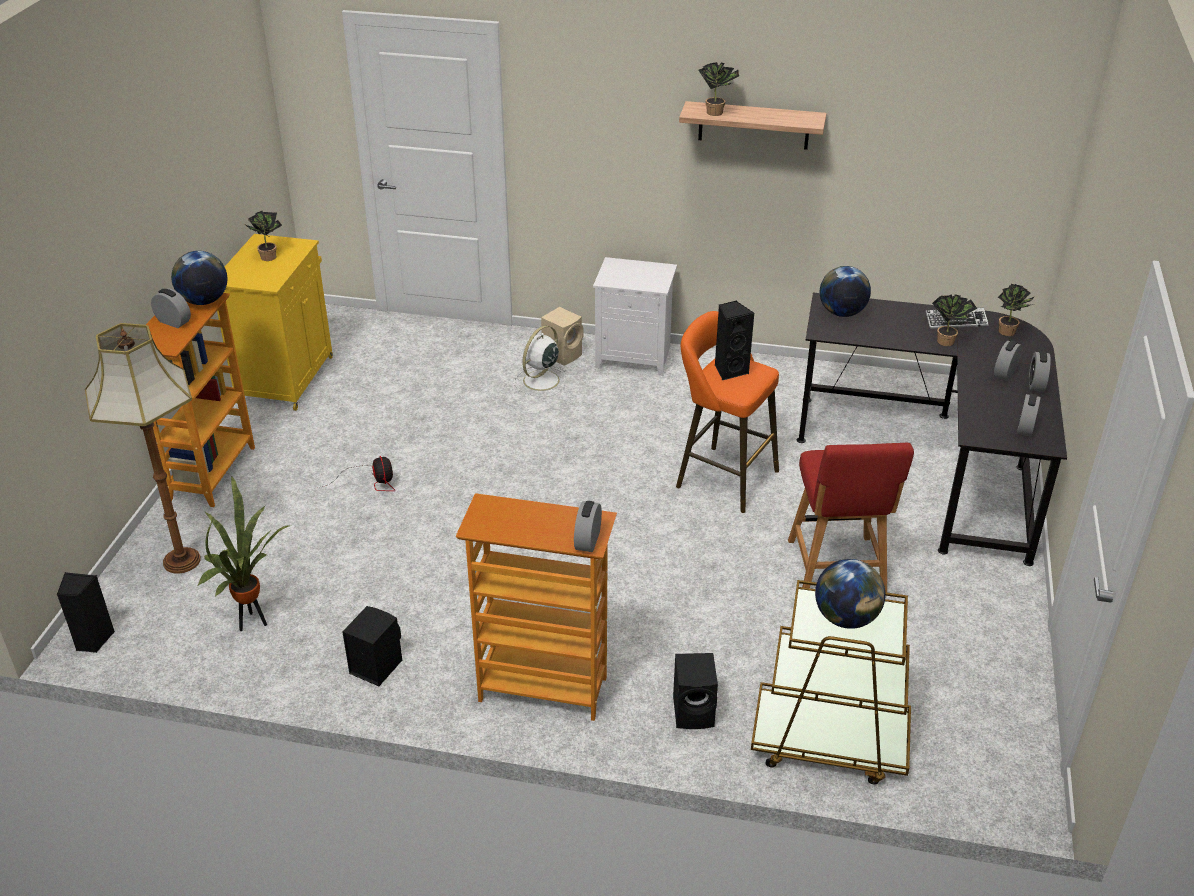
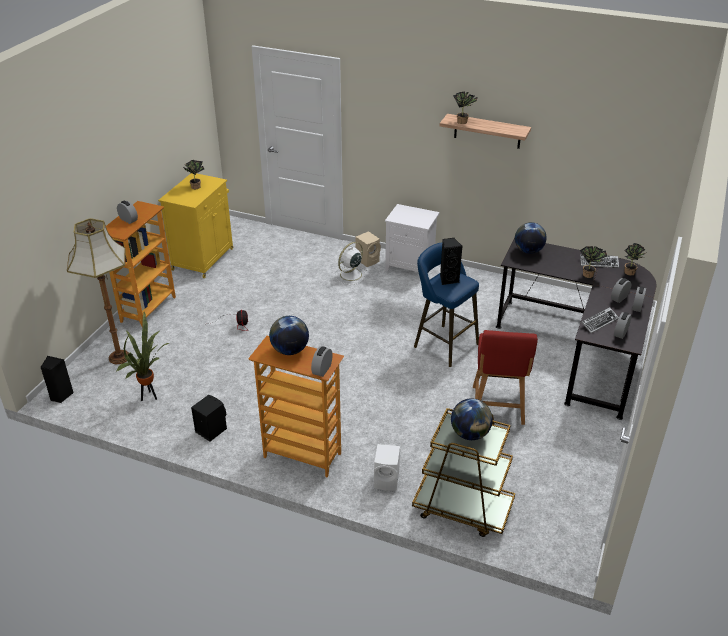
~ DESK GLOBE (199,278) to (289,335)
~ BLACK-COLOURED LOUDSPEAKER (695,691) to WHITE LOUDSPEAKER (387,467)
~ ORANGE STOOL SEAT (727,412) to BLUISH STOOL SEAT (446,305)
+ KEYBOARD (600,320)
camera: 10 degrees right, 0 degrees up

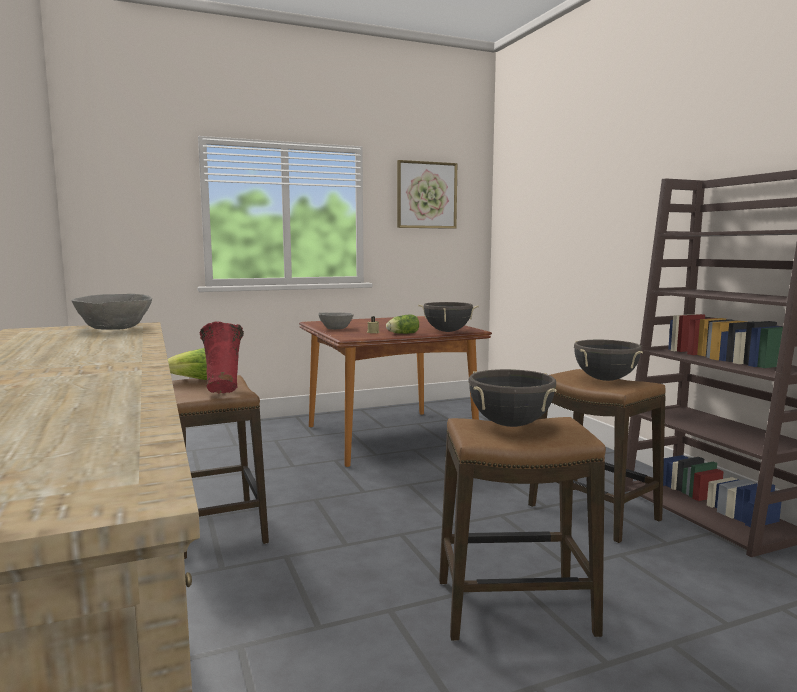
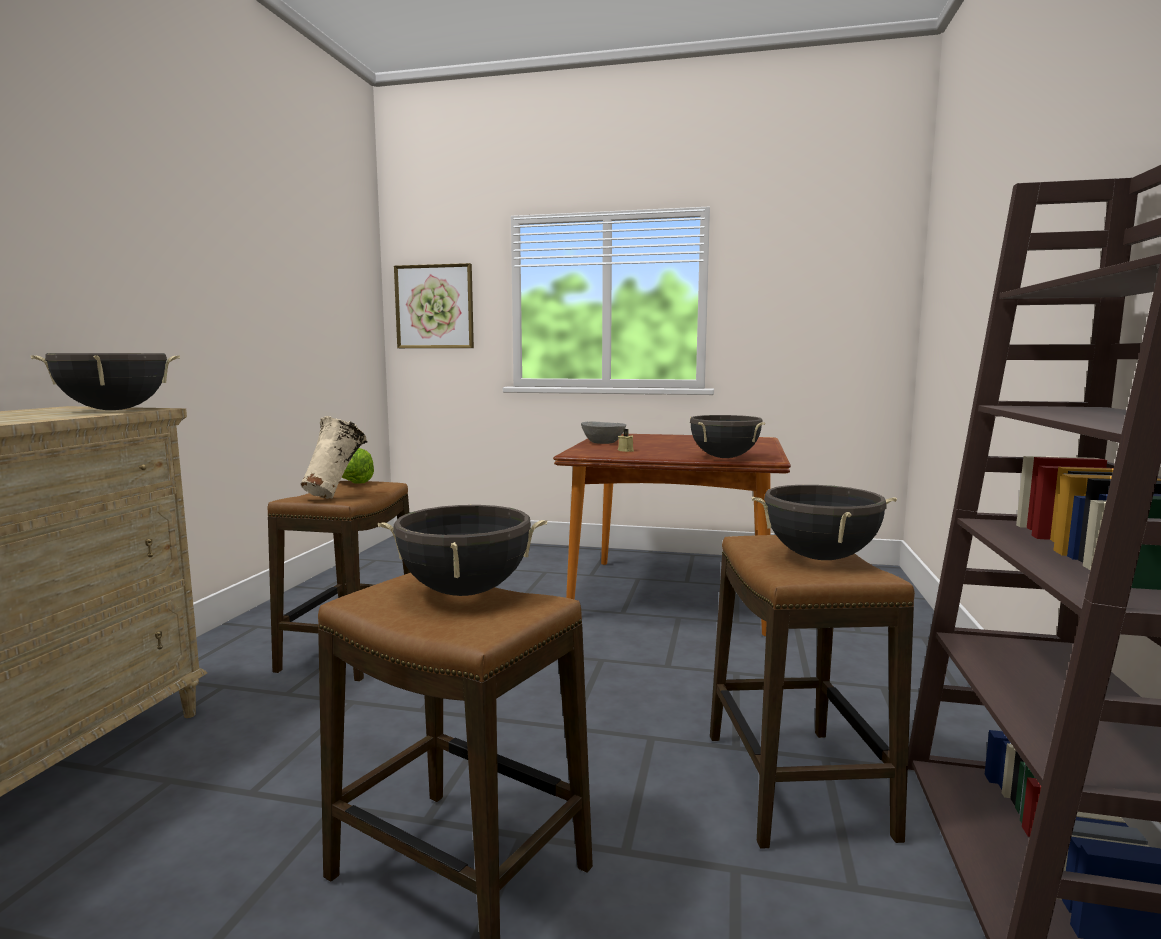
~ GREYISH SERVING BOWL (111,312) to BLACK-COLOURED COOKING POT (105,381)
~ REDDISH VASE (222,357) to SAND-COLOURED VASE (334,457)
~ PICTURE (427,194) to (434,305)
- HEAD OF LETTUCE (402,324)
camera: 35 degrees right, 0 degrees up

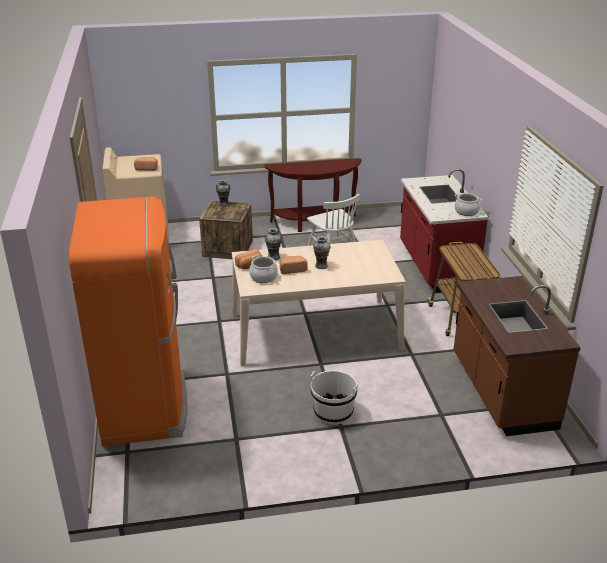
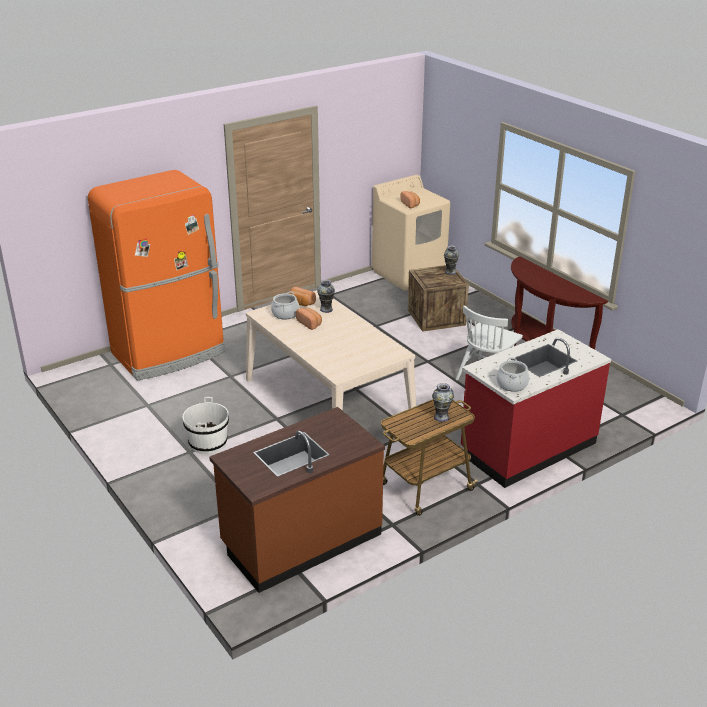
~ VASE (322,252) to (443,402)
camera: 65 degrees right, 0 degrees up

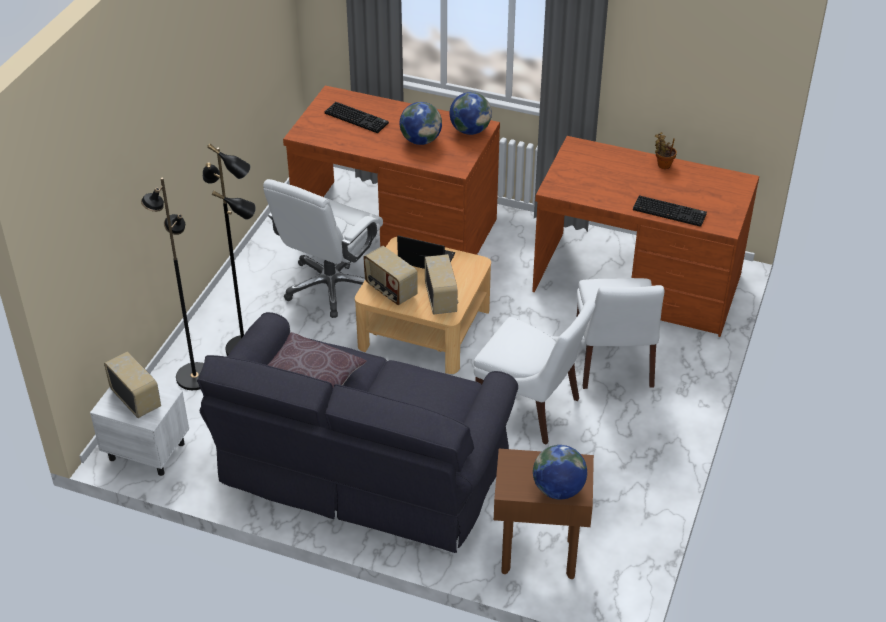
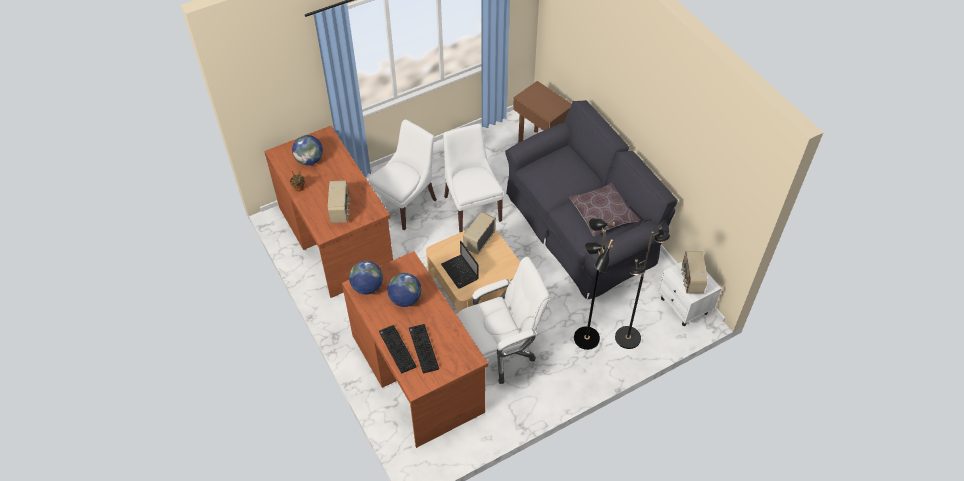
~ DESK GLOBE (560,472) to (307,150)
~ RADIO (390,275) to (339,201)
~ KEYBOARD (670,211) to (398,349)
camera: 140 degrees left, 10 degrees up

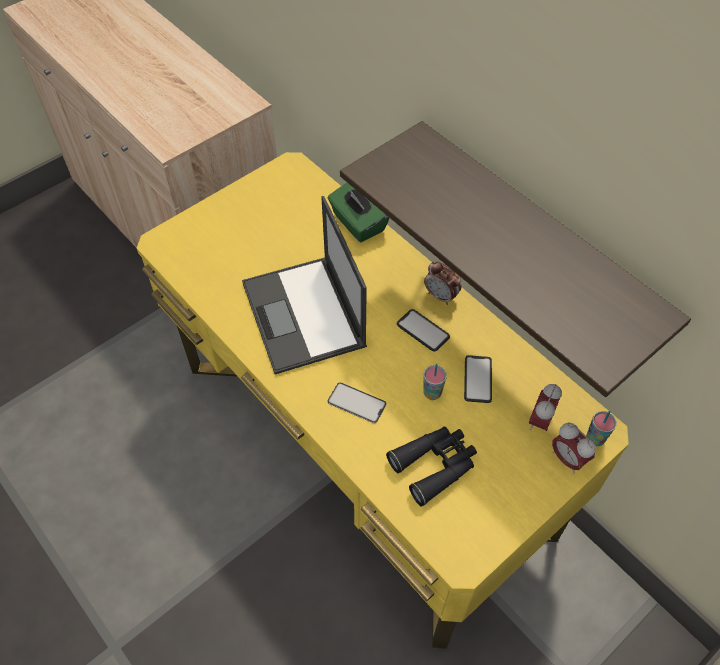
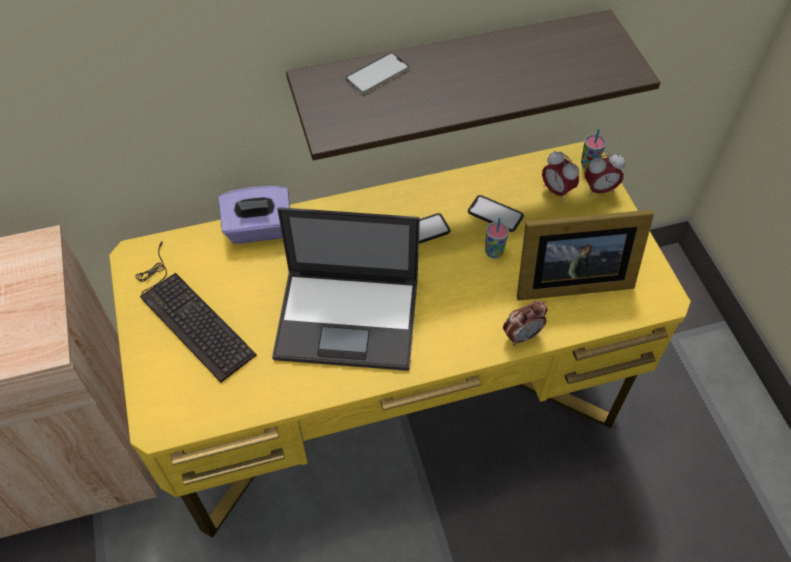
+ KEYBOARD (196,312)
~ GREEN TISSUE BOX (358,212) to PURPLISH TISSUE BOX (254,215)
~ TELEPHONE (357,402) to (377,73)
~ BEDSIDE CLOCK (442,283) to (525,323)
~ BLACK-COLOURED FIELD GLASSES (431,466) to PHOTO FRAME (585,255)
camera: 65 degrees left, 0 degrees up

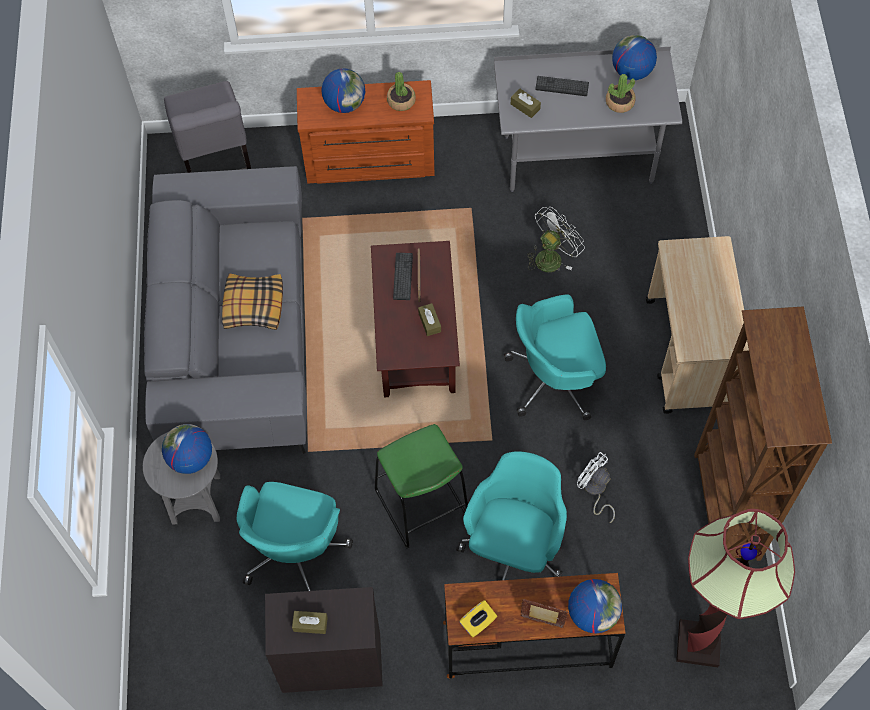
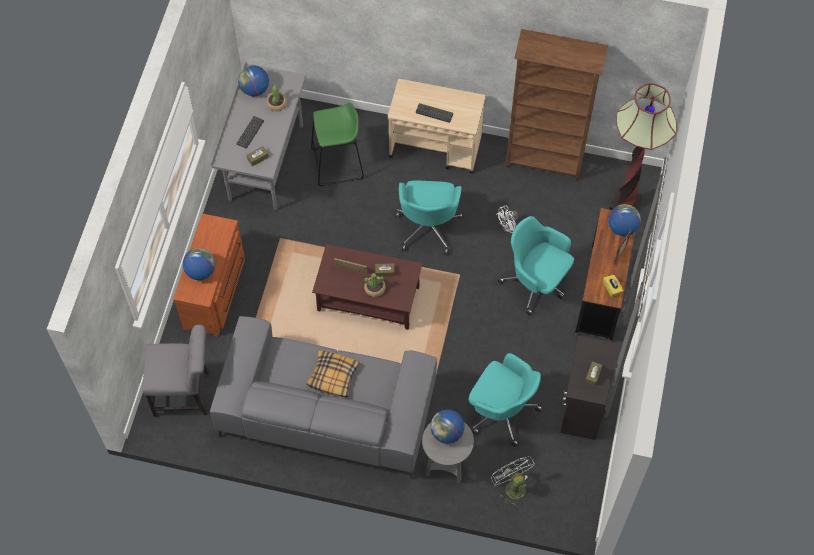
~ GREEN STOOL SEAT (421,486) to (337,144)
~ PLANT IN A POT (401,91) to (375,285)
~ KEYBOARD (403,276) to (434,113)
~ WHITE ELECTRIC FAN (556,239) to (513,481)
camera: 75 degrees left, 0 degrees up

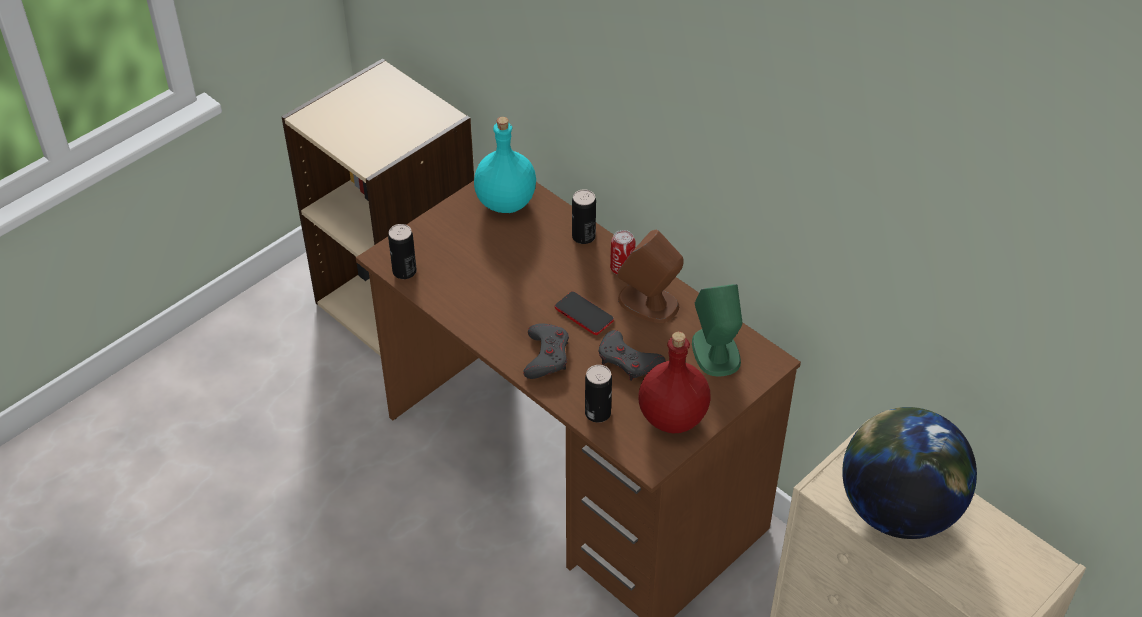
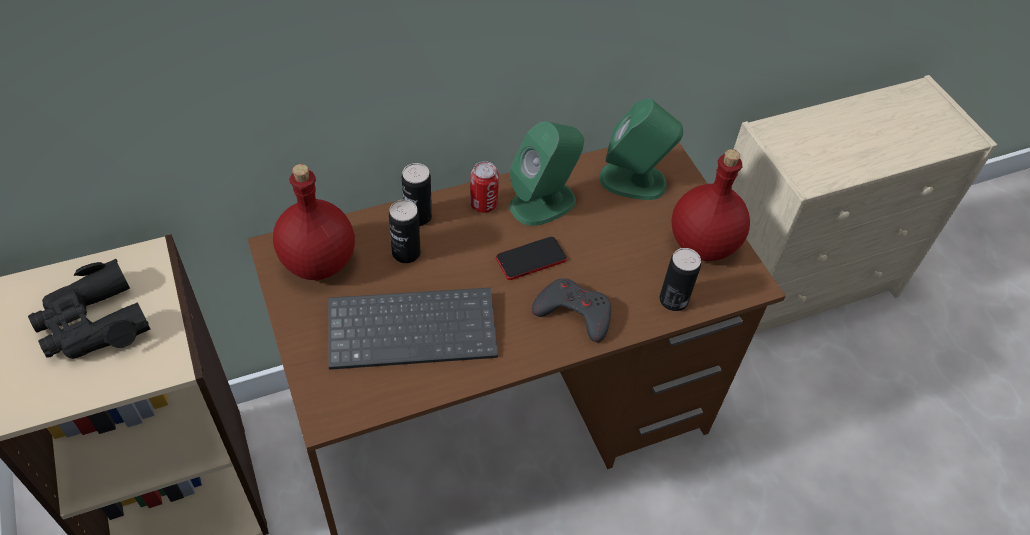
+ BLACK-COLOURED FIELD GLASSES (89,309)
~ TURQUOISE BOTTLE (505,165) to REDDISH BOTTLE (314,222)
+ KEYBOARD (413,329)
~ CAN (402,251) to (405,231)
~ BROWN-COLOURED LOUDSPEAKER (651,276) to GREEN LOUDSPEAKER (547,173)
- GREYISH JOYPAD (632,355)
- DESK GLOBE (909,473)
camera: 70 degrees left, 5 degrees up

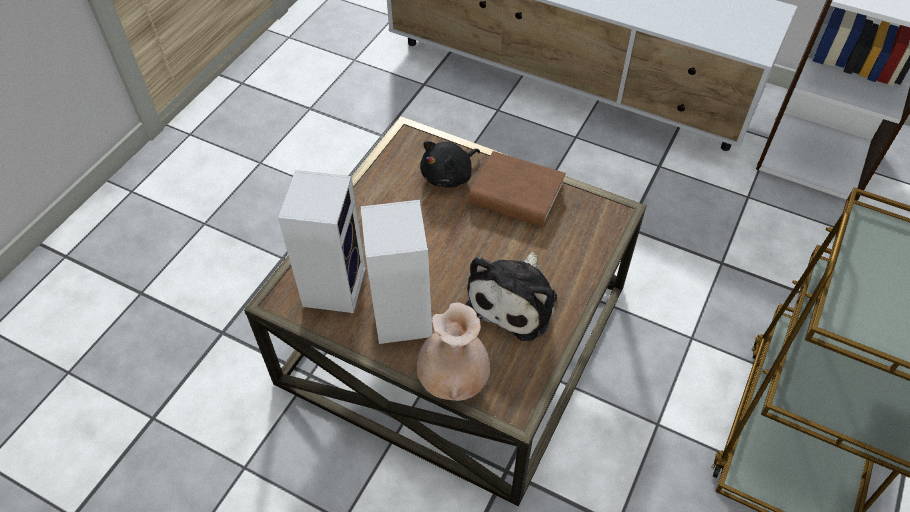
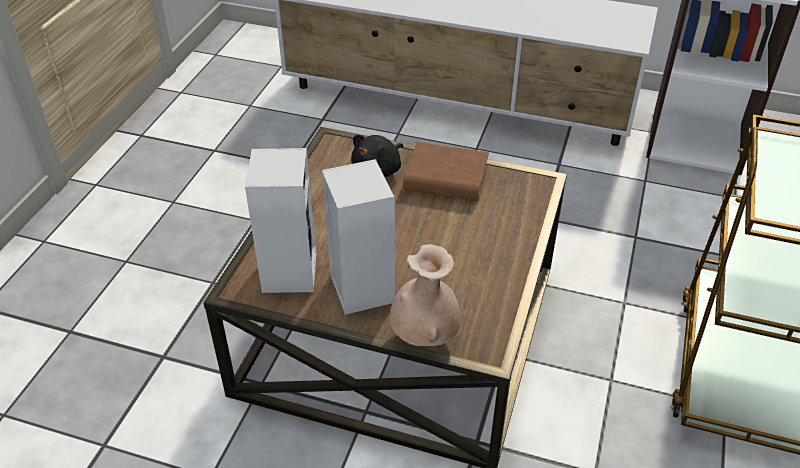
- CUDDLY TOY (511,296)
camera: 10 degrees left, 10 degrees down

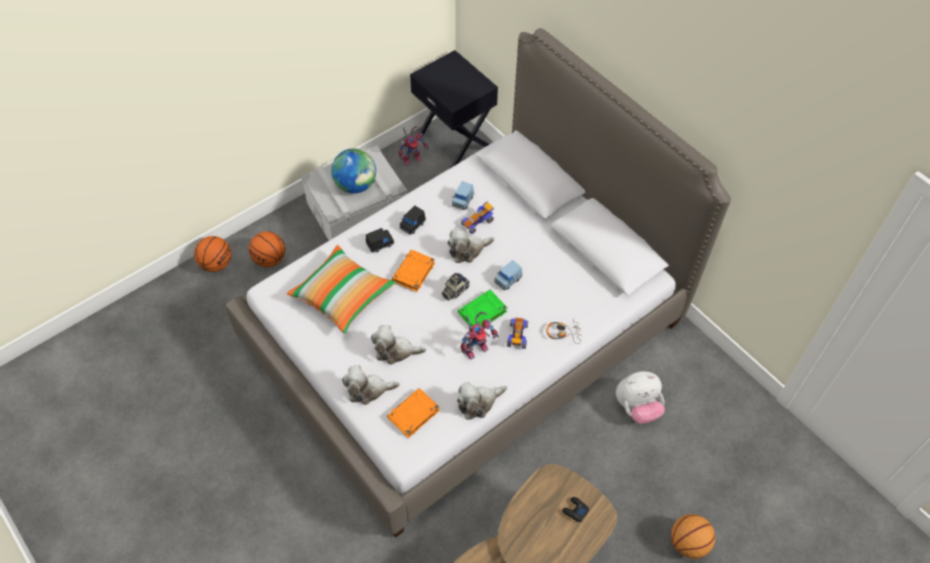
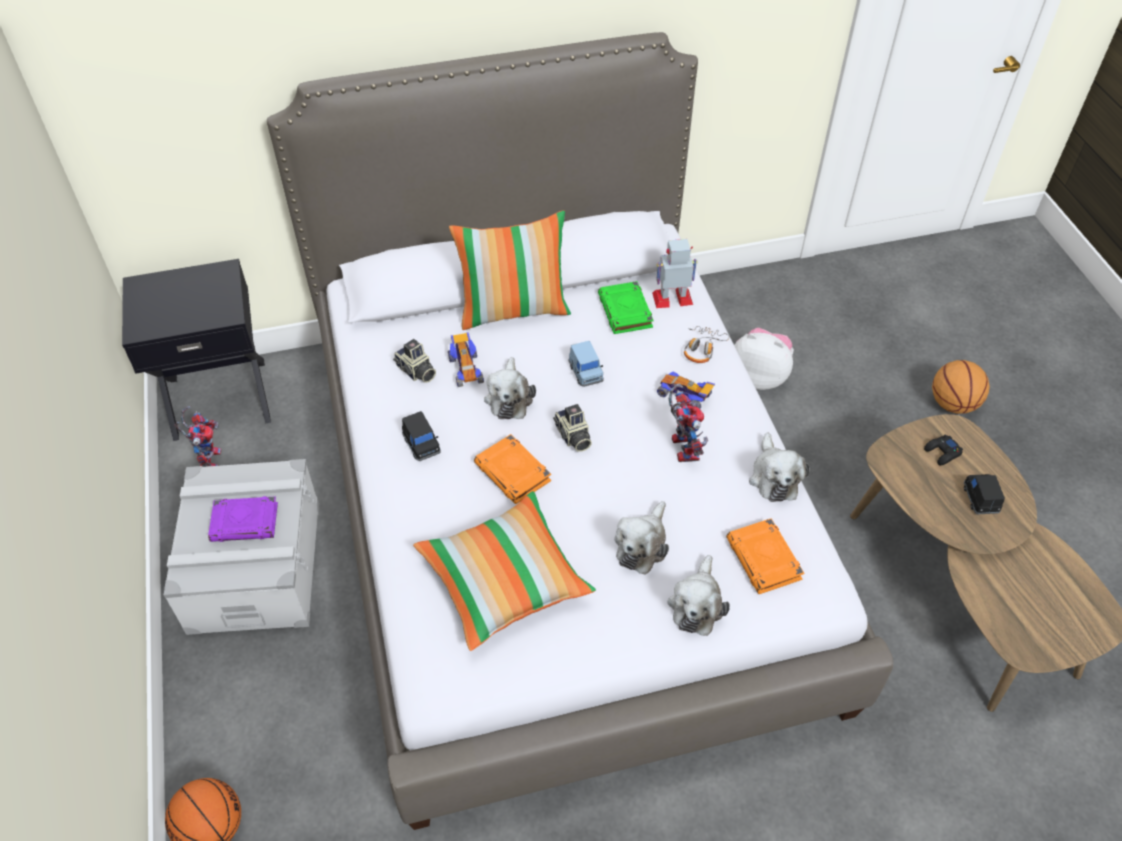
~ DESK GLOBE (353,171) to PURPLISH BOUND BOOK (243,519)
~ BLUISH MODEL CAR (463,195) to STILL CAMERA (414,361)
+ CUSHION (510,270)
~ GREEN BOUND BOOK (482,308) to (626,307)
+ MODEL ROBOT (675,273)
~ CUDDLY TOY (640,397) = (764,359) 75 degrees counterclockwise
~ BLACK-COLOURED MODEL CAR (380,240) to (984,494)
- BALL FOR BASKETBALL (267,249)
camera: 65 degrees left, 5 degrees down

